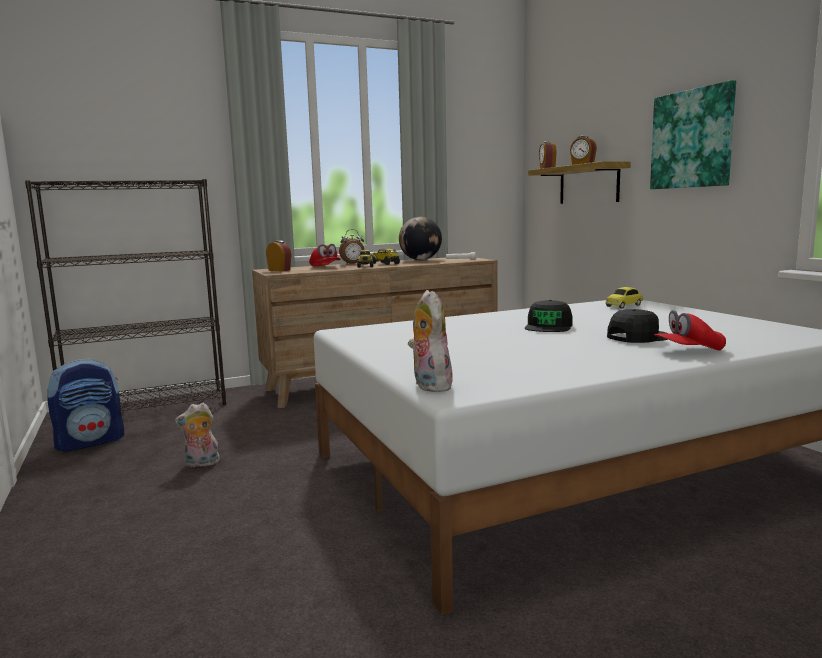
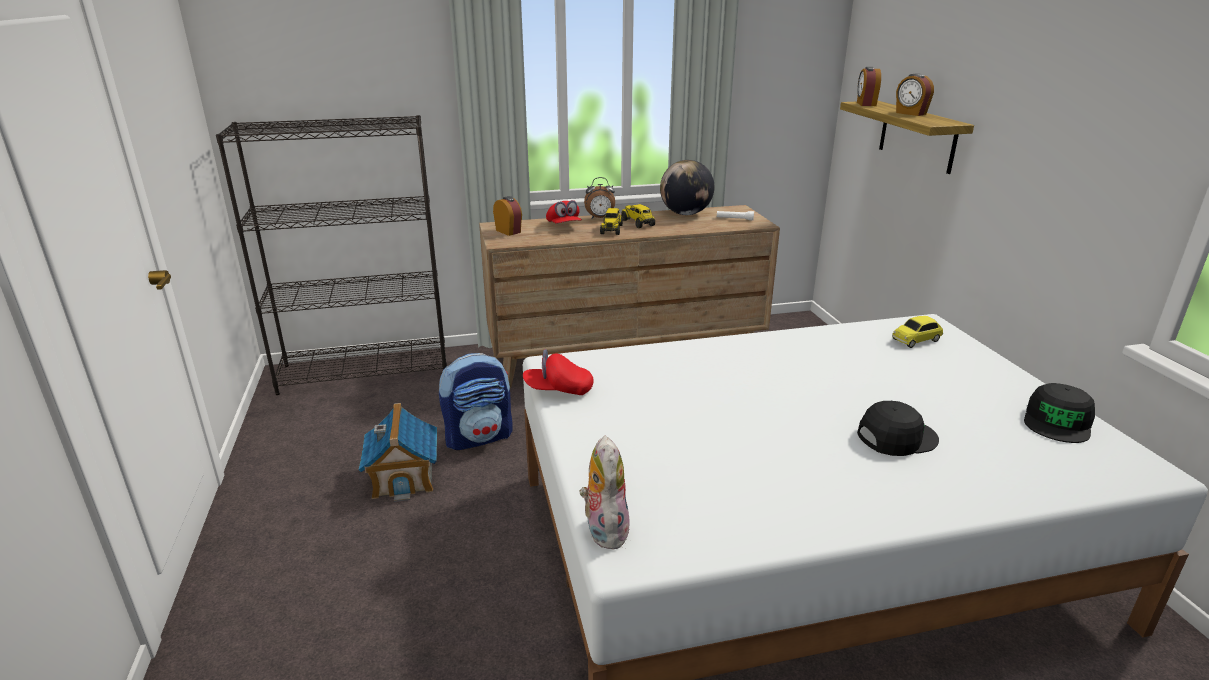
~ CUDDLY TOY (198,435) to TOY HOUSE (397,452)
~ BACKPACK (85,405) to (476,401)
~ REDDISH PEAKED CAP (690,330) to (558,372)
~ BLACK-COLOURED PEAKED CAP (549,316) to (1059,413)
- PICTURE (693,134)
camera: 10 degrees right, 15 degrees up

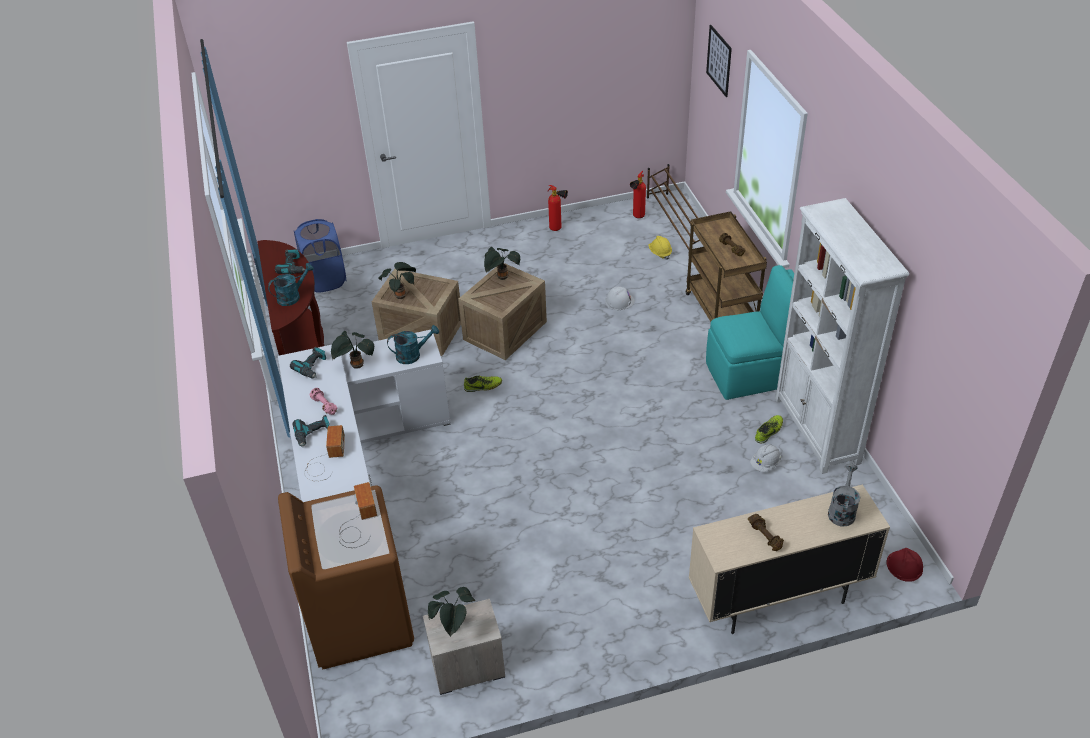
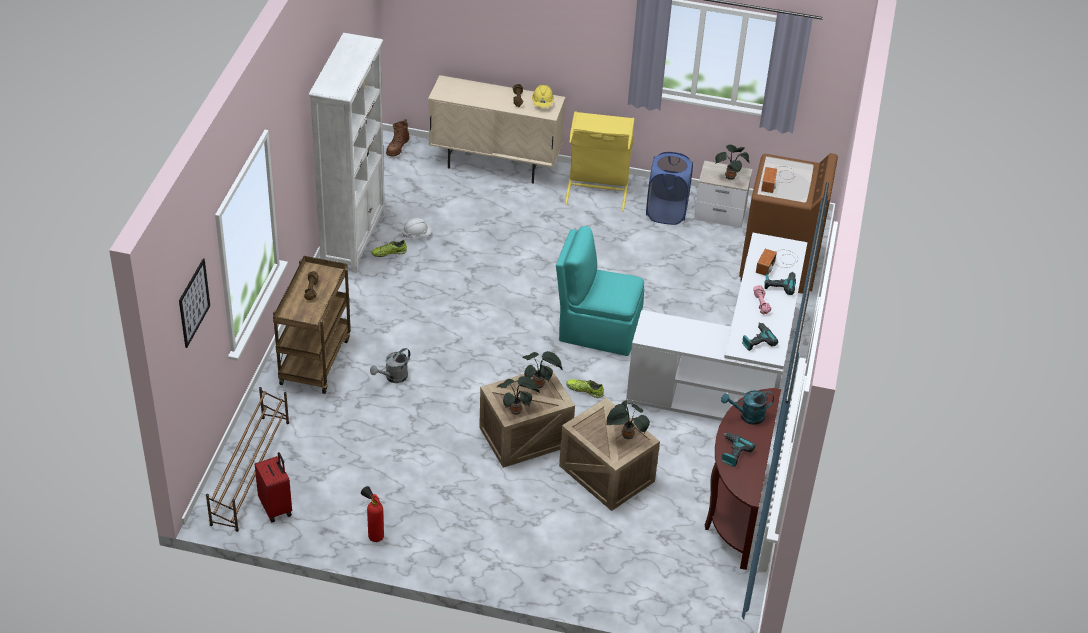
~ FIRE EXTINGUISHER (638,194) to REDDISH TRAVEL CASE (273,487)
~ GREYISH SPRINKLING CAN (844,495) to (390,365)
~ REDDISH SAFETY HELMET (905,565) to BROWN-COLOURED HIGH-TOP BOOT (397,137)
~ PLANT IN A POT (352,350) to (542,369)
~ YELLOWISH SAFETY HELMET (660,247) to (543,96)
~ TURQUOISE PLAIN CHAIR (750,332) to (600,291)
+ YELLOWISH LAUNDRY BASKET (599,161)
~ BLUISH LAUNDRY BASKET (320,256) to (669,188)
- TURQUOISE SPRINKLING CAN (413,344)
- WHITE SAFETY HELMET (620,298)
camera: 155 degrees left, 0 degrees up

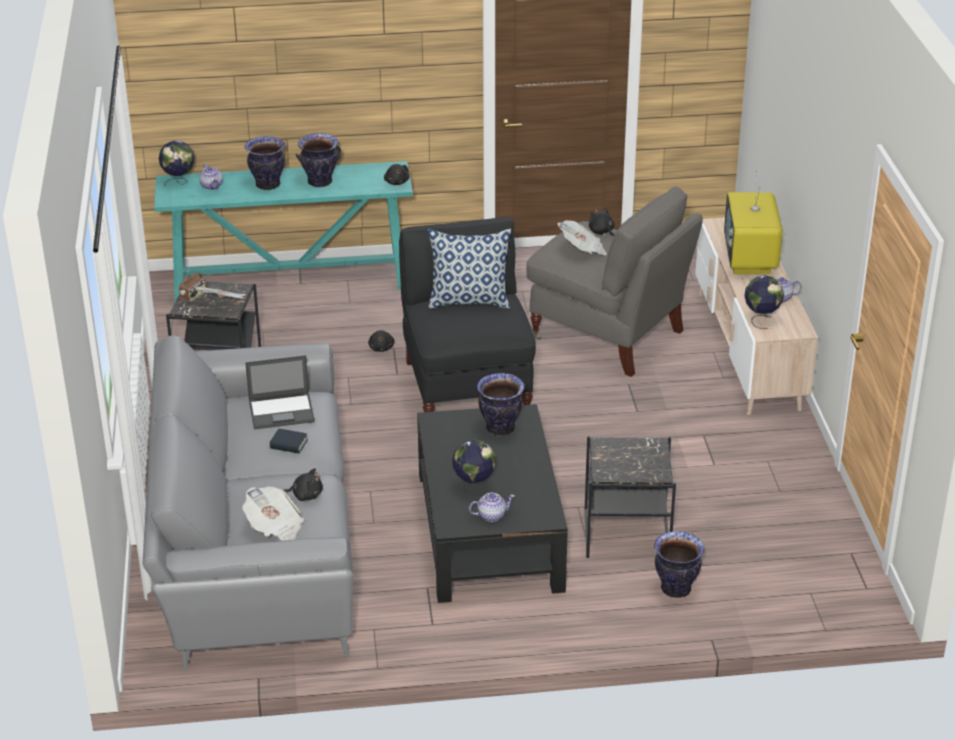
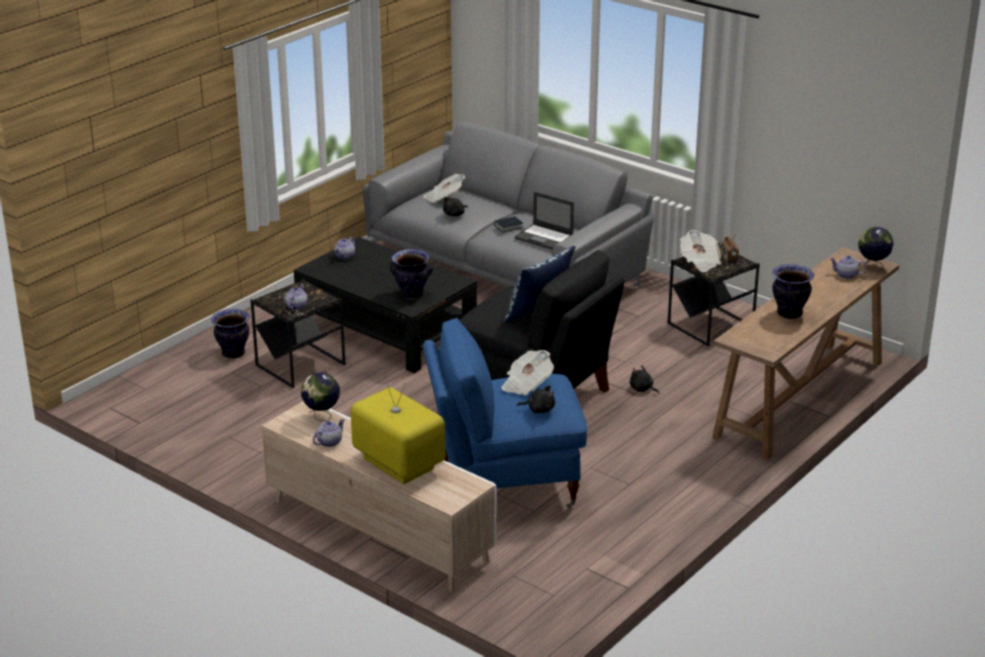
+ TEAPOT (296,297)
~ GREYISH ARMCHAIR (614,281) to BLUISH ARMCHAIR (505,412)
~ NOTEBOOK COMPUTER (280,392) = (544,221) 90 degrees counterclockwise
~ TURQUOISE CONSOLE TABLE (283,231) to BROWN-COLOURED CONSOLE TABLE (805,353)
- VASE (265,163)
- BLACK-COLOURED CUDDLY TOY (396,174)
- DESK GLOBE (474,468)
camera: 135 degrees right, 5 degrees down

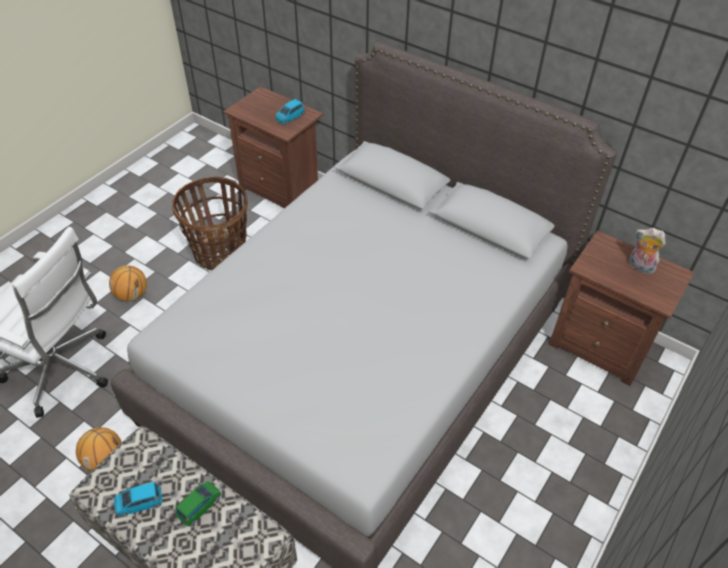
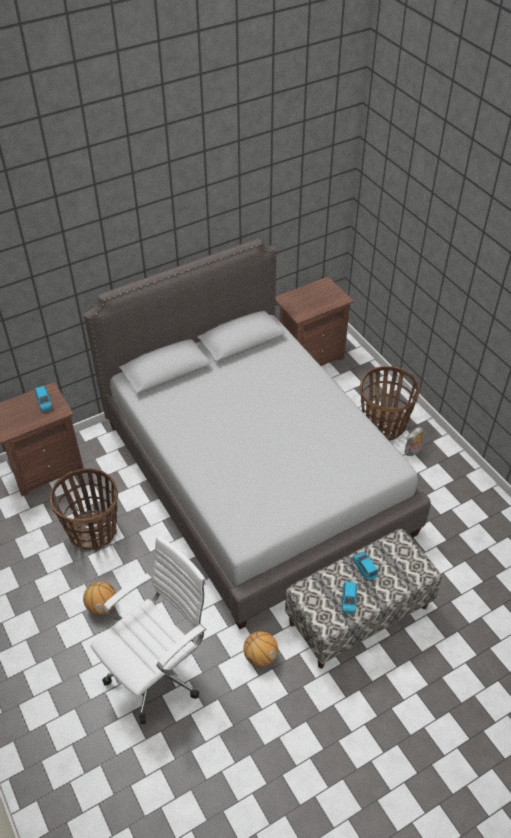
~ GREEN MODEL CAR (198,504) to BLUISH MODEL CAR (365,566)
+ STORAGE BASKET (389,403)
~ CUDDLY TOY (647,251) to (414,441)
camera: 65 degrees left, 0 degrees up

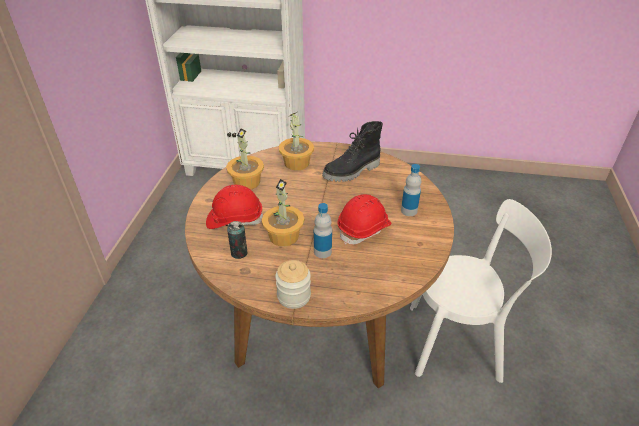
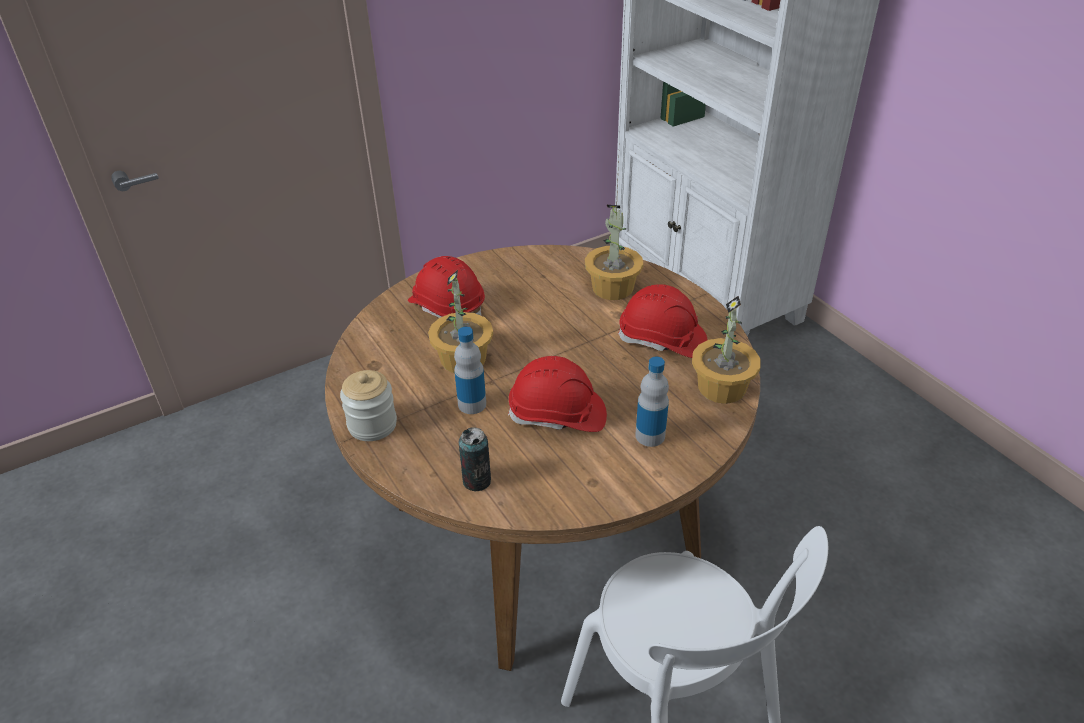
~ CAN (237,240) to (474,459)
~ BLACK-COLOURED HIGH-TOP BOOT (352,151) to REDDISH SAFETY HELMET (663,321)
~ PLANT IN A POT (245,159) to (726,350)
camera: 50 degrees right, 0 degrees up

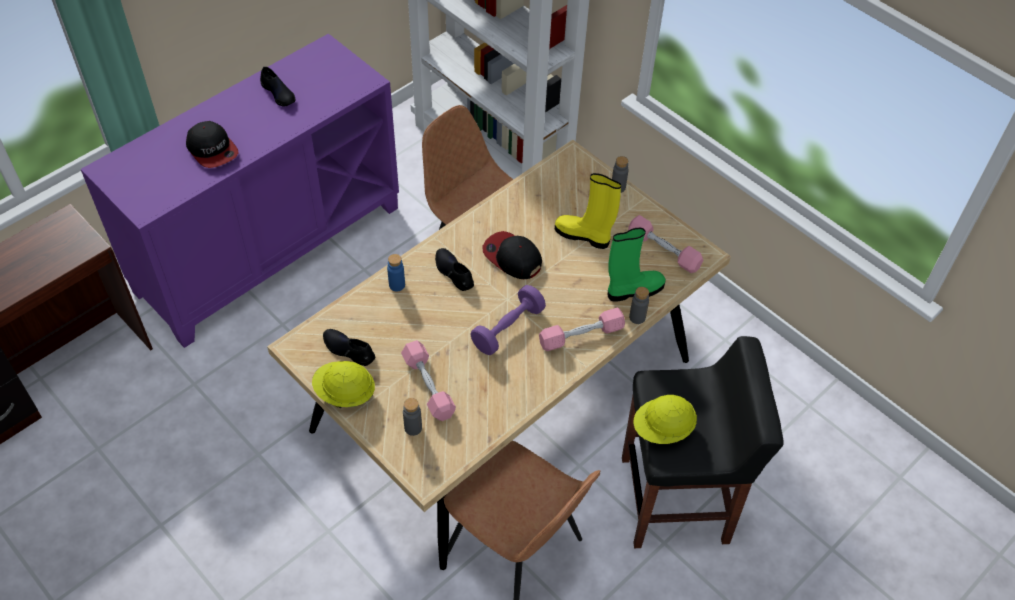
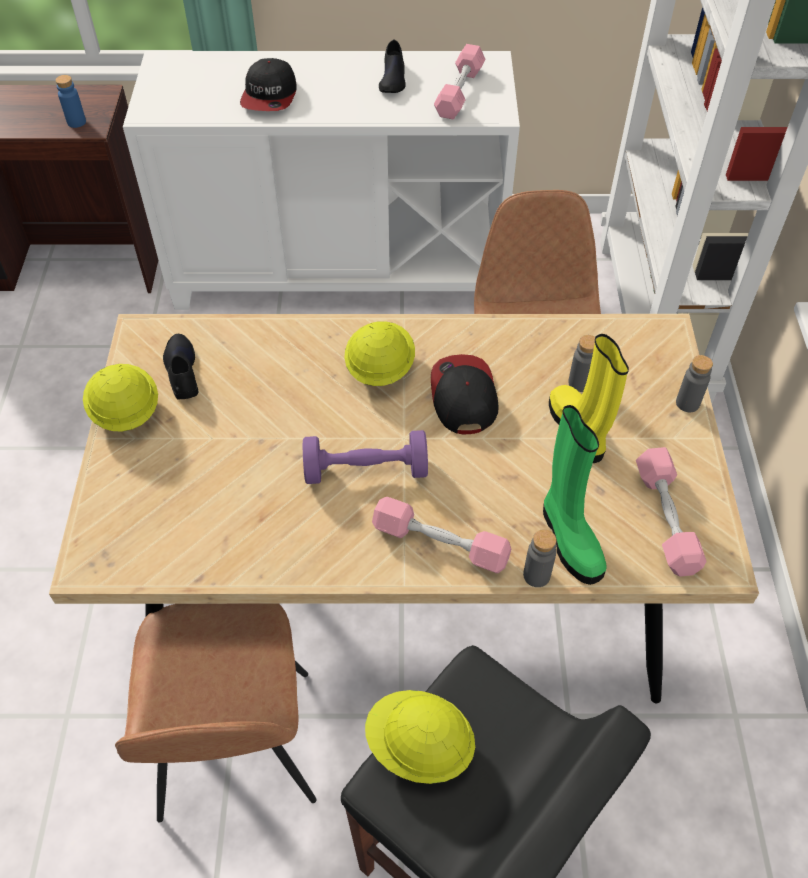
~ BLUISH BOTTLE (396,272) to (70,101)
~ PURPLISH CUPBOARD (240,190) to WHITE CUPBOARD (321,180)
~ BLACK-COLOURED ITEM OF FOOTWEAR (454,269) to YELLOWISH SAFETY HELMET (379,353)
~ PINK DUMBBELL (428,380) to (459,81)
~ GREEN HIGH-TOP BOOT (637,265) = (575,495) 45 degrees clockwise
~ GREYISH BOTTLE (412,417) to (581,363)
camera: 45 degrees right, 0 degrees up

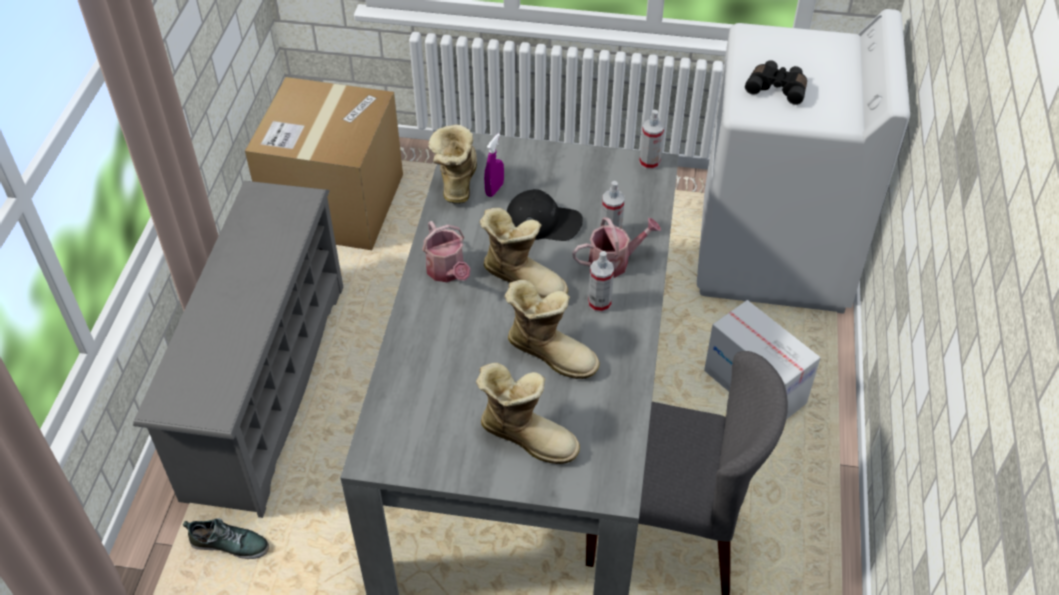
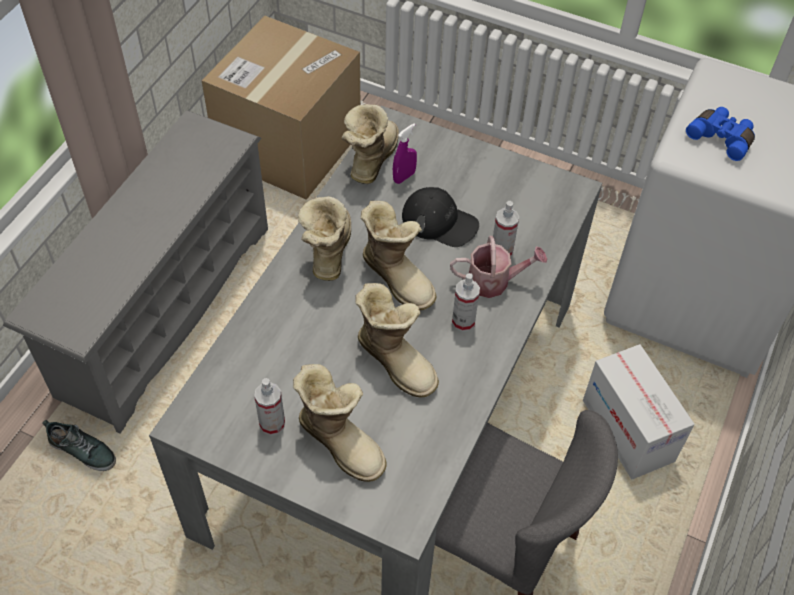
~ HAND SPRAYER (651,140) to (269,406)
~ SPRINKLING CAN (446,251) to HIGH-TOP BOOT (324,238)
~ BLACK-COLOURED FIELD GLASSES (776,82) to BLUISH FIELD GLASSES (720,134)
camera: 15 degrees right, 5 degrees up

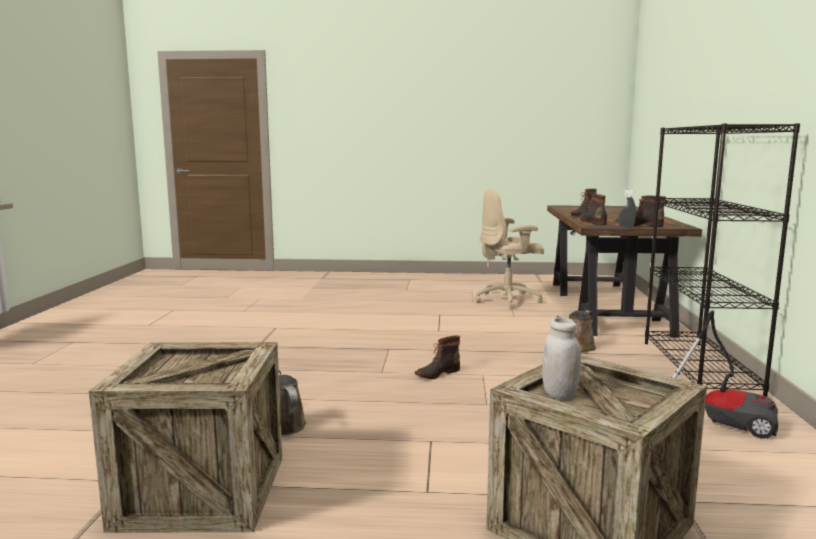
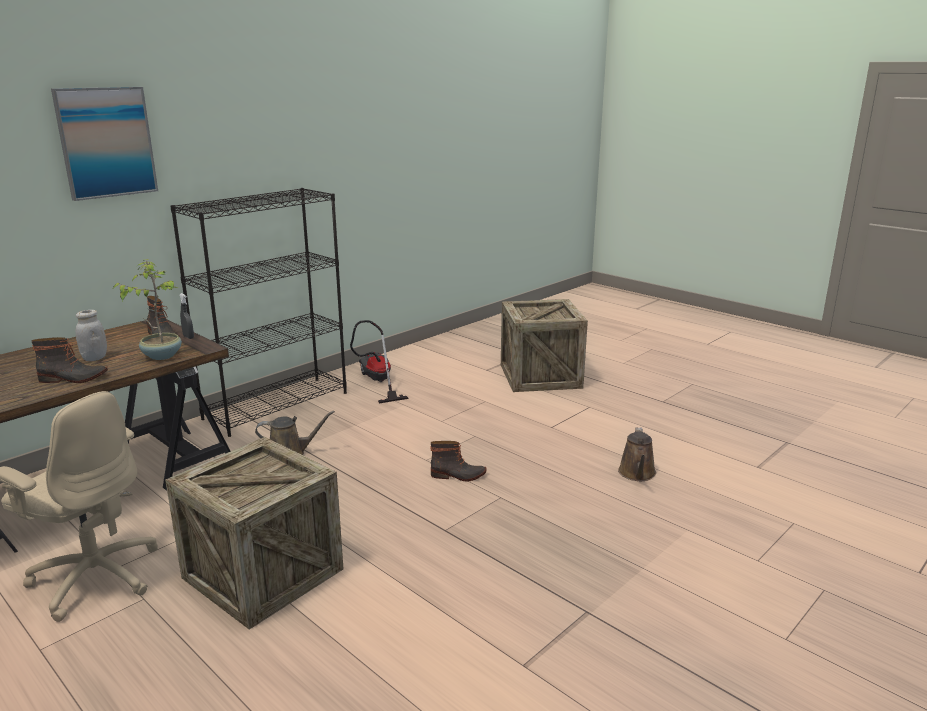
+ PICTURE (104,144)
~ WHITE JAR (561,358) to (91,335)
~ HIGH-TOP BOOT (593,209) to PLANT IN A POT (147,309)
~ SHIPPING CRATE (185,437) to (254,533)
camera: 140 degrees left, 10 degrees up

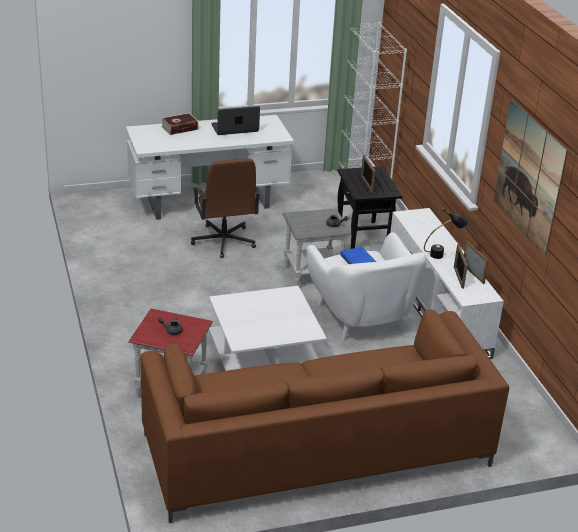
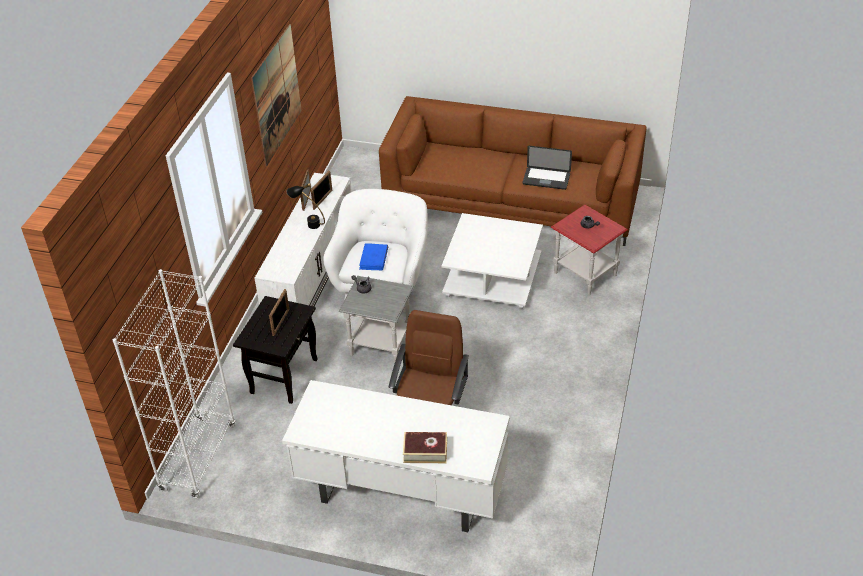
~ NOTEBOOK COMPUTER (235,120) to (547,168)
camera: 145 degrees left, 10 degrees up

